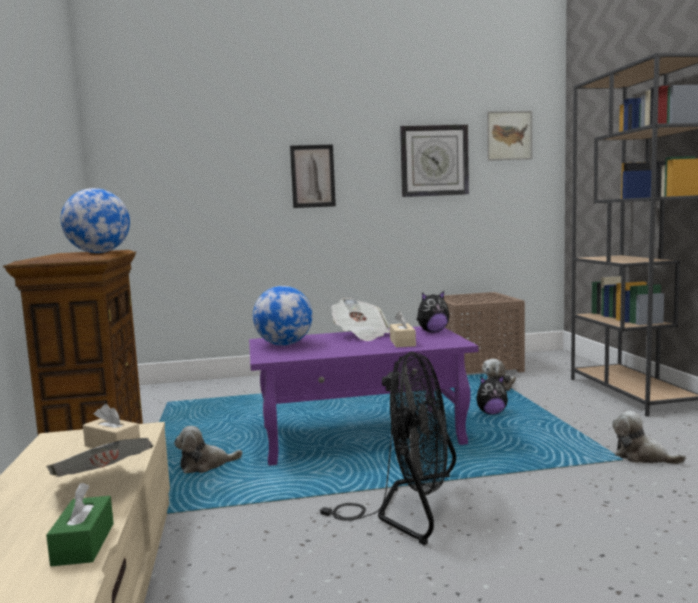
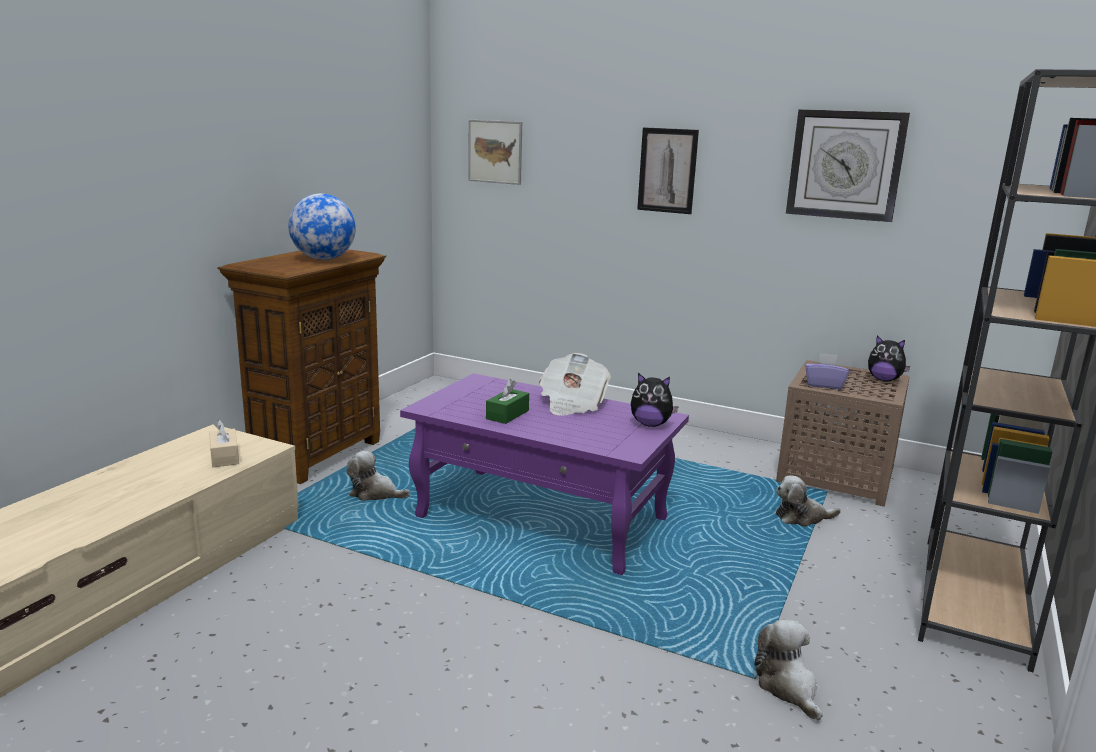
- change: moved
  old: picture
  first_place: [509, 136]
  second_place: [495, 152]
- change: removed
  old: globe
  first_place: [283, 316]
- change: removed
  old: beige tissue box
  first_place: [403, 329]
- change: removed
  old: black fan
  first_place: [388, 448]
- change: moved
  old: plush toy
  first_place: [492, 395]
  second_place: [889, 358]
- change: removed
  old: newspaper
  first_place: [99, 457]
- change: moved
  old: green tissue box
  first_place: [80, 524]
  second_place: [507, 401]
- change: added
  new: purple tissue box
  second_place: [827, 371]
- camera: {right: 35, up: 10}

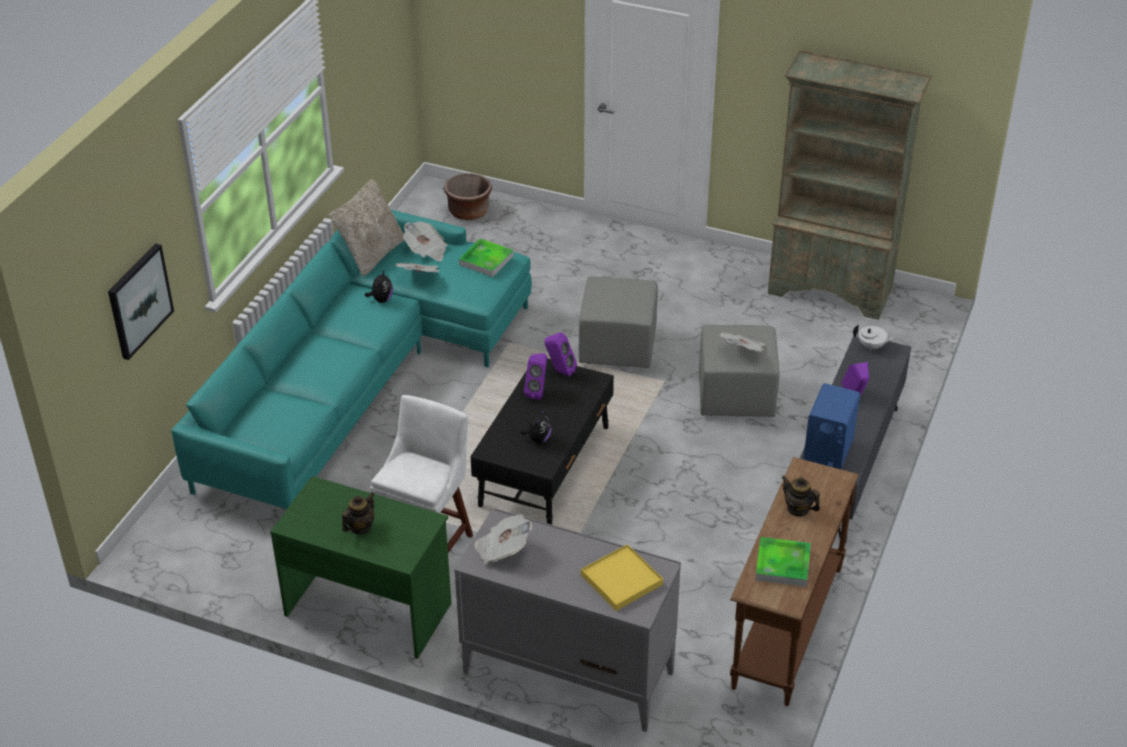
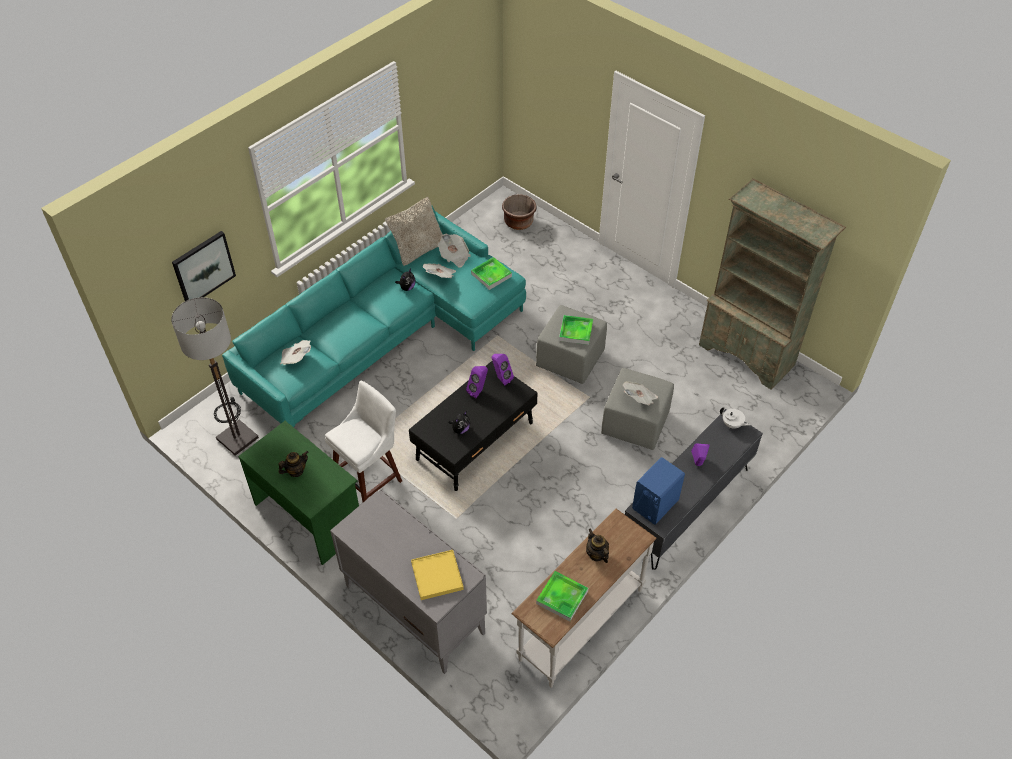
- change: recoloured
  old: brown console table
  new: white console table
  first_place: [794, 581]
  second_place: [584, 598]
- change: moved
  old: newspaper
  first_place: [503, 539]
  second_place: [295, 352]
- change: added
  new: floor lamp
  second_place: [215, 376]
- change: added
  new: tray
  second_place: [576, 330]
- camera: {right: 20, up: 10}

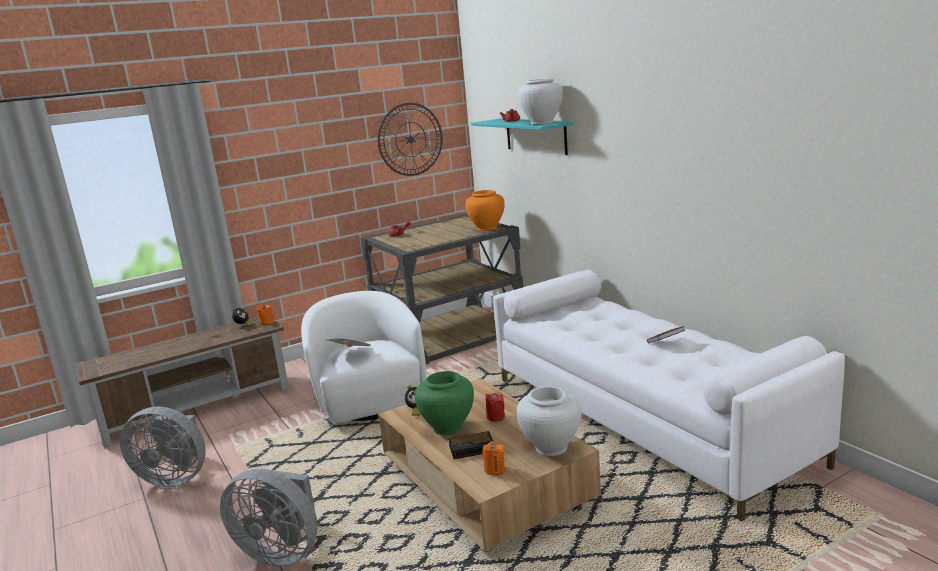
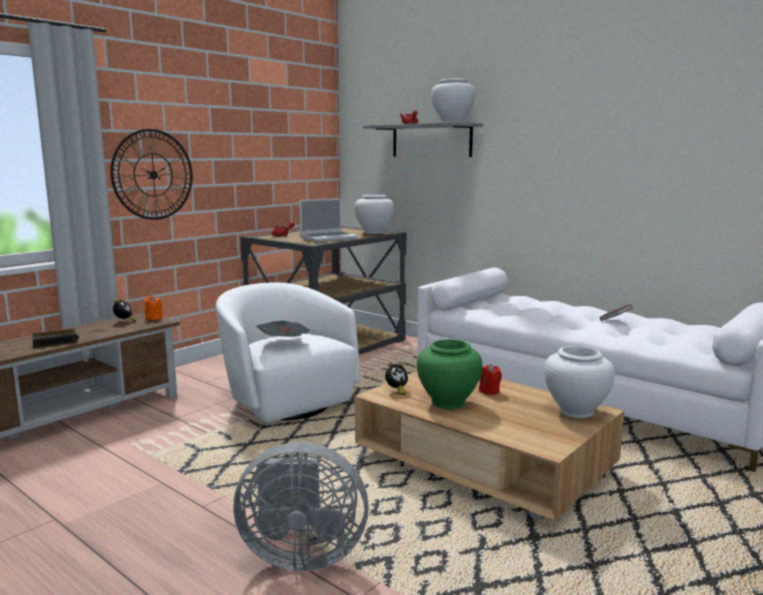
- change: moved
  old: wall clock
  first_place: [410, 139]
  second_place: [151, 174]
- change: recoloured
  old: turquoise shelf
  new: grey shelf
  first_place: [522, 136]
  second_place: [423, 139]
- change: recoloured
  old: orange vase
  new: white vase
  first_place: [485, 210]
  second_place: [374, 214]
- change: removed
  old: grey fan
  first_place: [163, 447]
- change: moved
  old: alarm clock
  first_place: [471, 445]
  second_place: [55, 338]
- change: removed
  old: orange candle
  first_place: [493, 458]
- change: added
  new: laptop
  second_place: [328, 220]
- camera: {right: -20, up: -5}

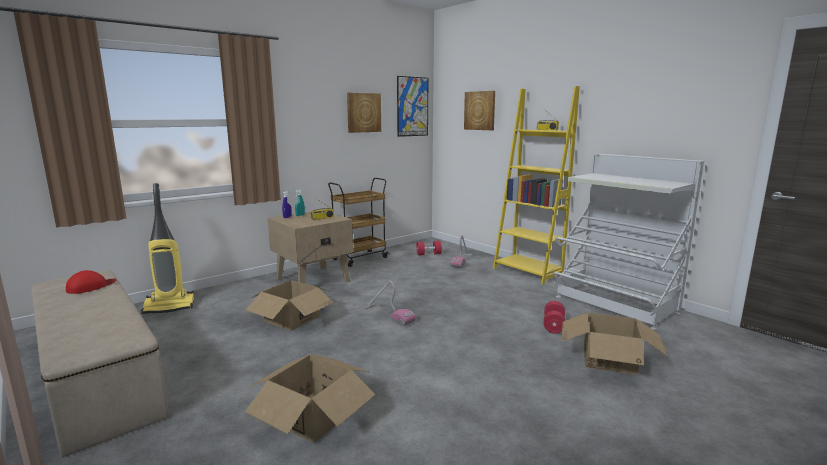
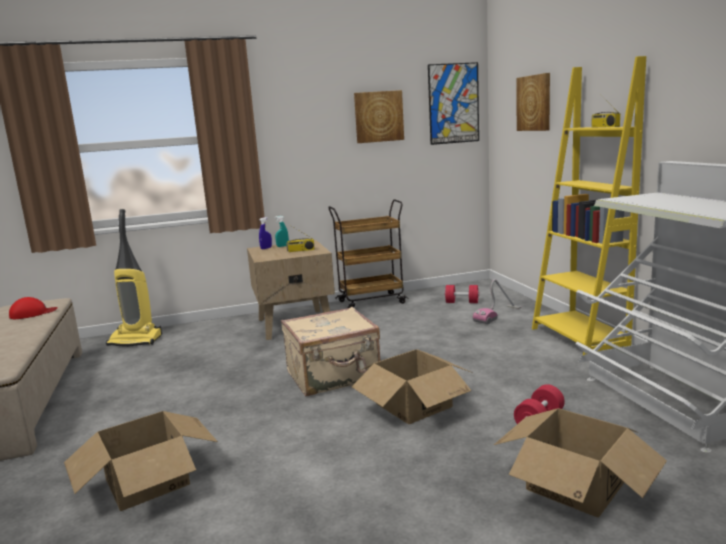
- change: moved
  old: cardboard box
  first_place: [289, 305]
  second_place: [412, 386]
- change: replaced
  old: vacuum cleaner
  new: beige suitcase
  first_place: [388, 303]
  second_place: [331, 351]
- camera: {right: 25, up: 0}

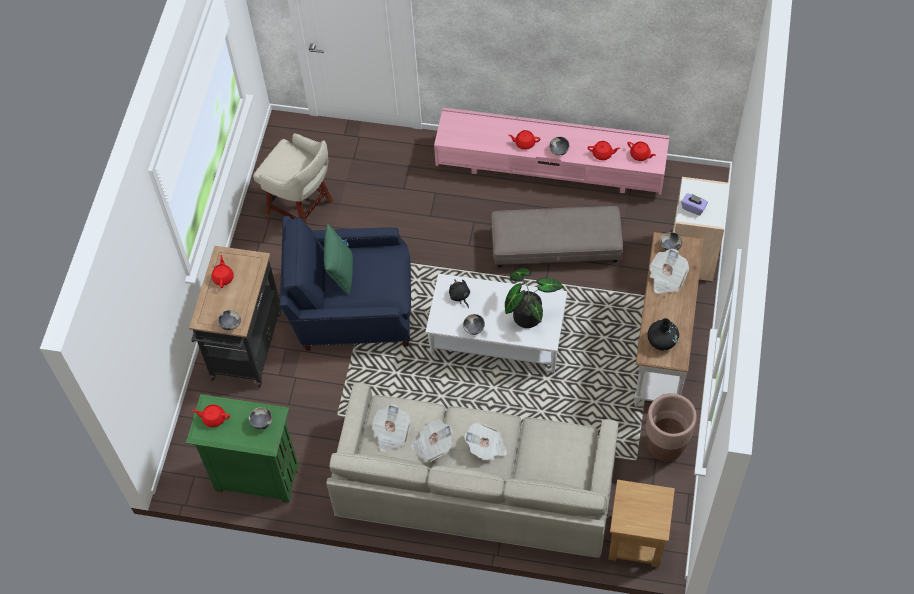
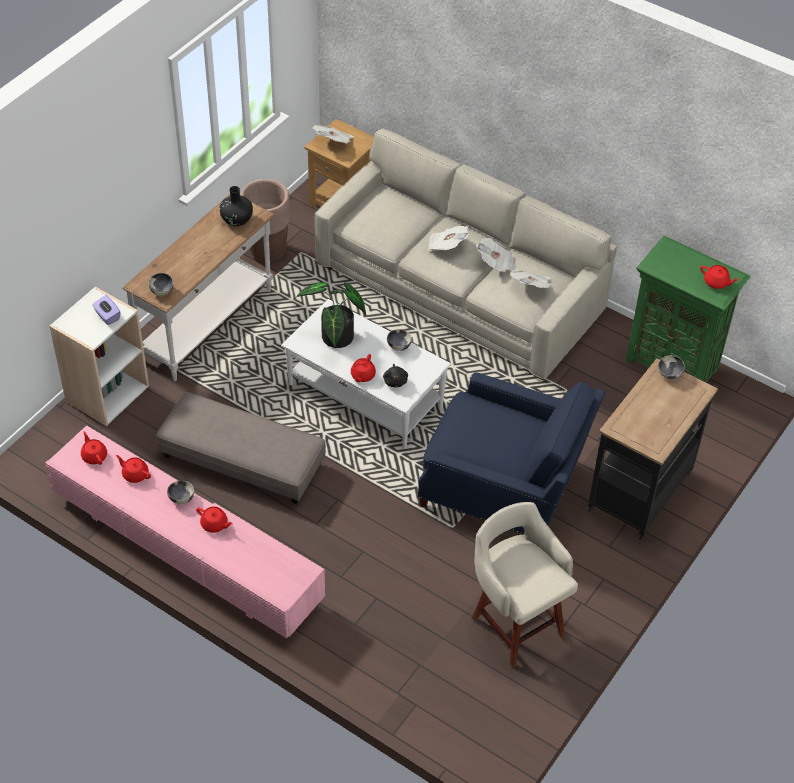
- change: removed
  old: green pillow
  first_place: [338, 259]
- change: moved
  old: newspaper
  first_place: [669, 271]
  second_place: [333, 134]
- change: moved
  old: red teapot
  first_place: [222, 271]
  second_place: [363, 368]
- change: removed
  old: bowl
  first_place: [260, 418]
- camera: {right: -160, up: -10}

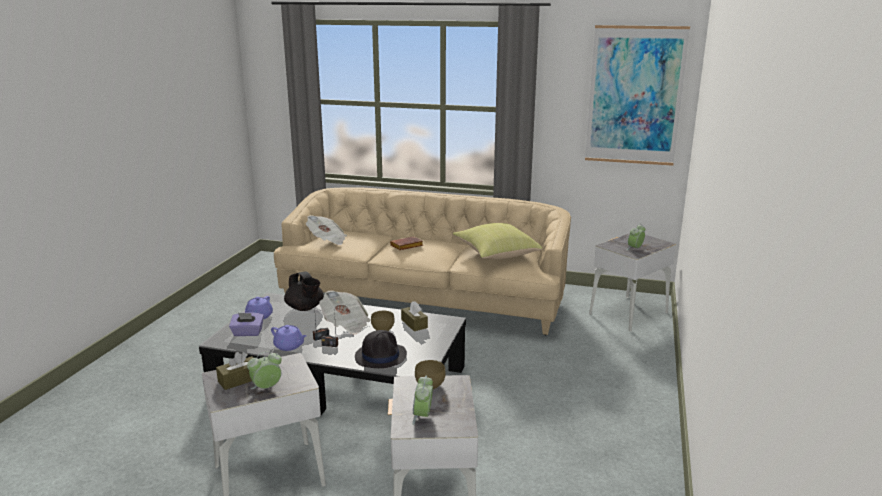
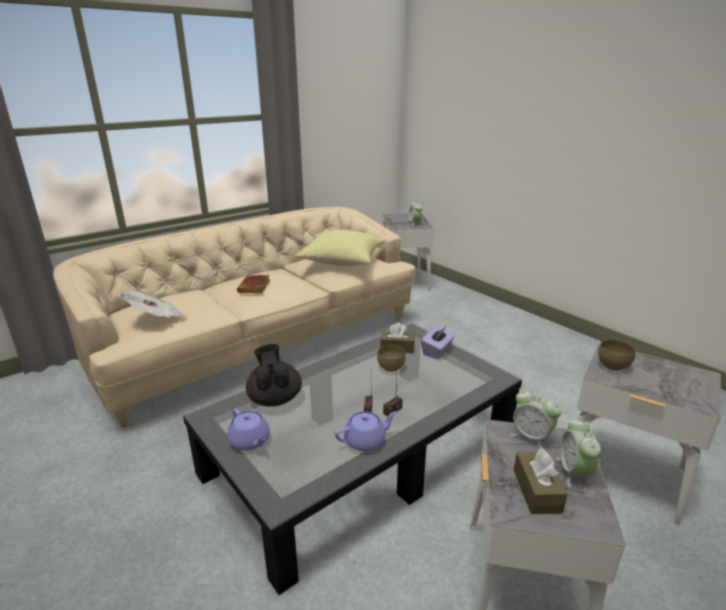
- change: removed
  old: picture
  first_place: [637, 95]
- change: turned
  old: black teapot
  first_place: [304, 291]
  second_place: [274, 375]
  degrees: -105
- change: removed
  old: newspaper
  first_place: [345, 312]
- change: moved
  old: purple tissue box
  first_place: [246, 324]
  second_place: [438, 342]
- change: removed
  old: black hat
  first_place: [381, 349]
- change: moved
  old: alarm clock
  first_place: [422, 400]
  second_place: [536, 420]
- camera: {right: -55, up: 5}

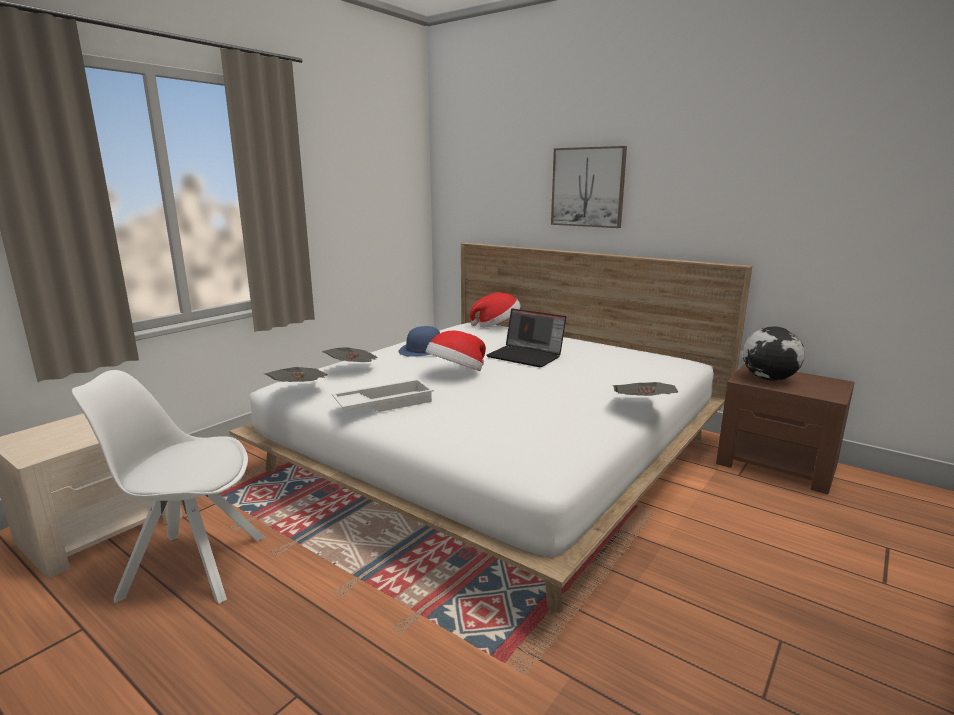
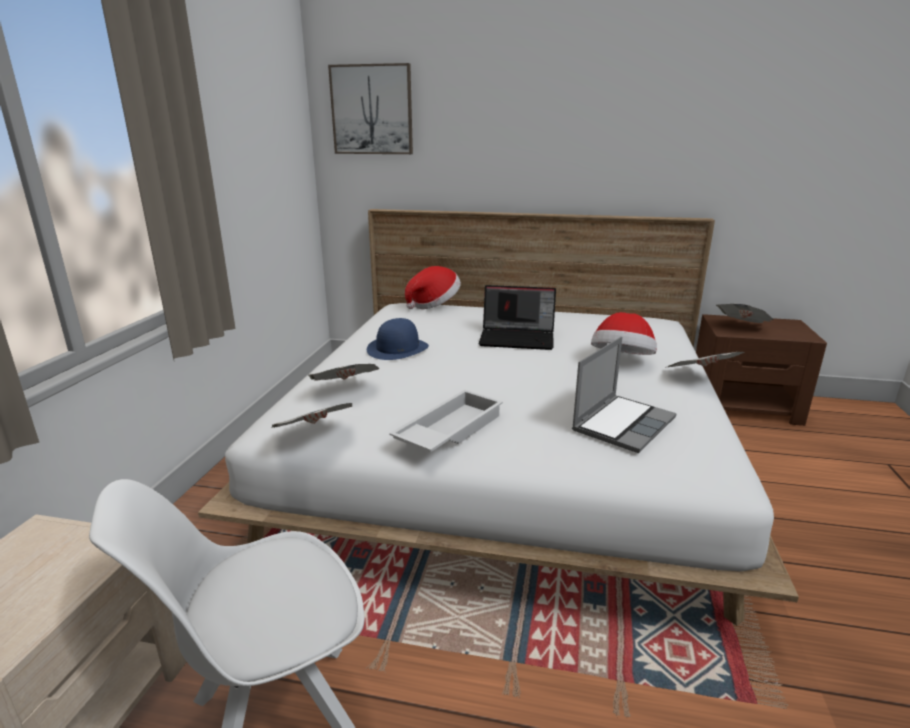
- change: moved
  old: picture
  first_place: [589, 187]
  second_place: [370, 108]
- change: replaced
  old: globe
  new: newspaper
  first_place: [774, 354]
  second_place: [744, 313]
- change: moved
  old: hat
  first_place: [455, 350]
  second_place: [624, 333]
- change: added
  new: laptop
  second_place: [624, 395]
- camera: {right: -25, up: 5}

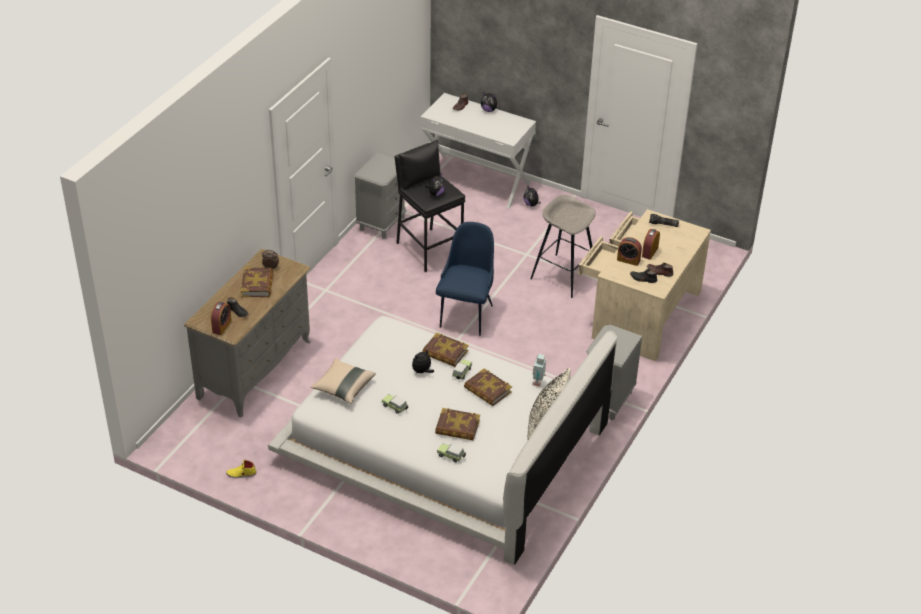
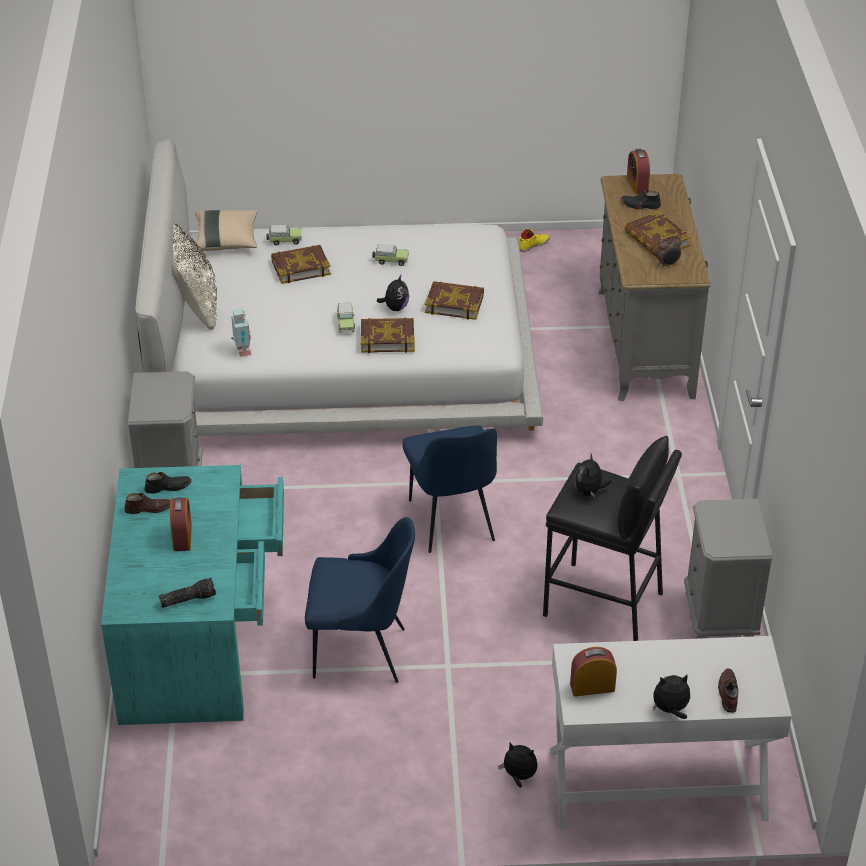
- change: replaced
  old: grey stool
  new: blue chair
  first_place: [563, 246]
  second_place: [360, 600]
- change: recoloured
  old: beige desk
  new: turquoise desk
  first_place: [644, 285]
  second_place: [192, 595]
- change: moved
  old: alarm clock
  first_place: [629, 251]
  second_place: [593, 672]
- change: moved
  old: beige pillow
  first_place: [343, 381]
  second_place: [226, 230]
- change: moved
  old: book
  first_place: [488, 387]
  second_place: [454, 300]
- camera: {right: 150, up: 0}

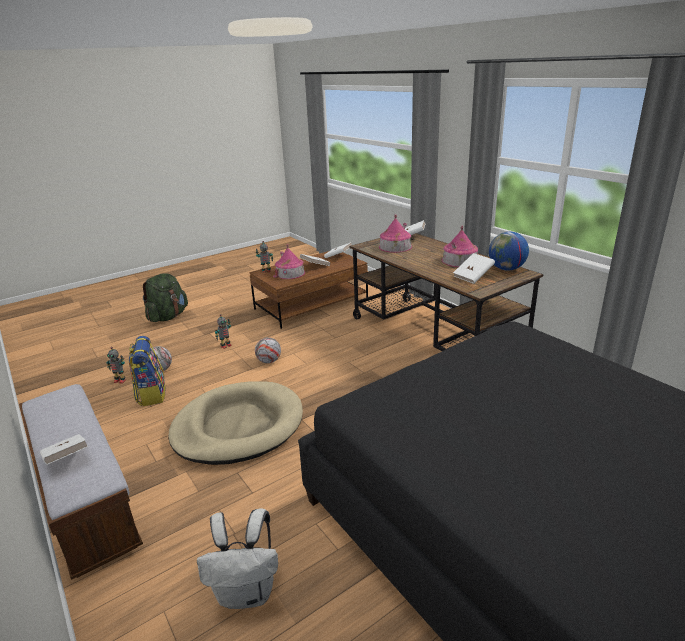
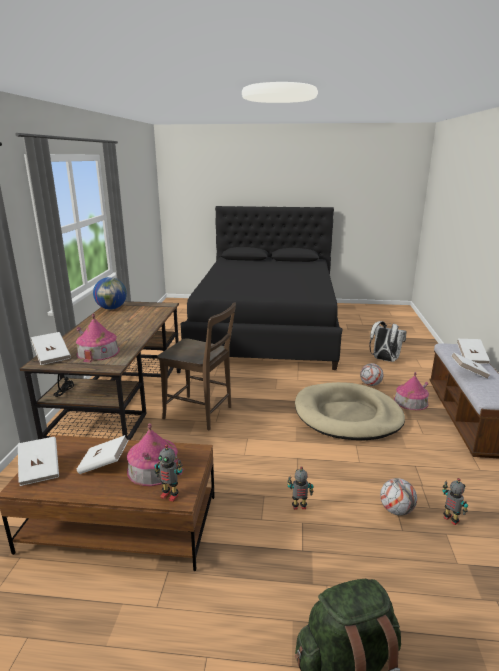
- change: moved
  old: toy house
  first_place: [460, 246]
  second_place: [411, 391]
- change: moved
  old: white book
  first_place: [474, 268]
  second_place: [470, 366]
- change: removed
  old: backpack
  first_place: [147, 371]
- change: moved
  old: football
  first_place: [268, 350]
  second_place: [371, 374]
- change: added
  new: brown chair
  second_place: [196, 366]
- camera: {right: -140, up: -5}

